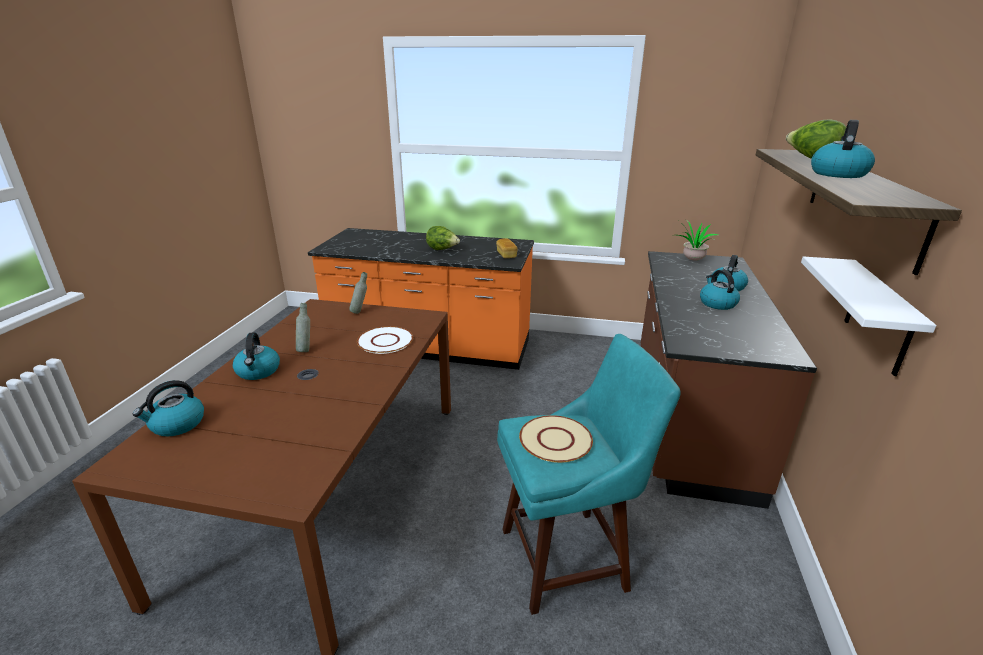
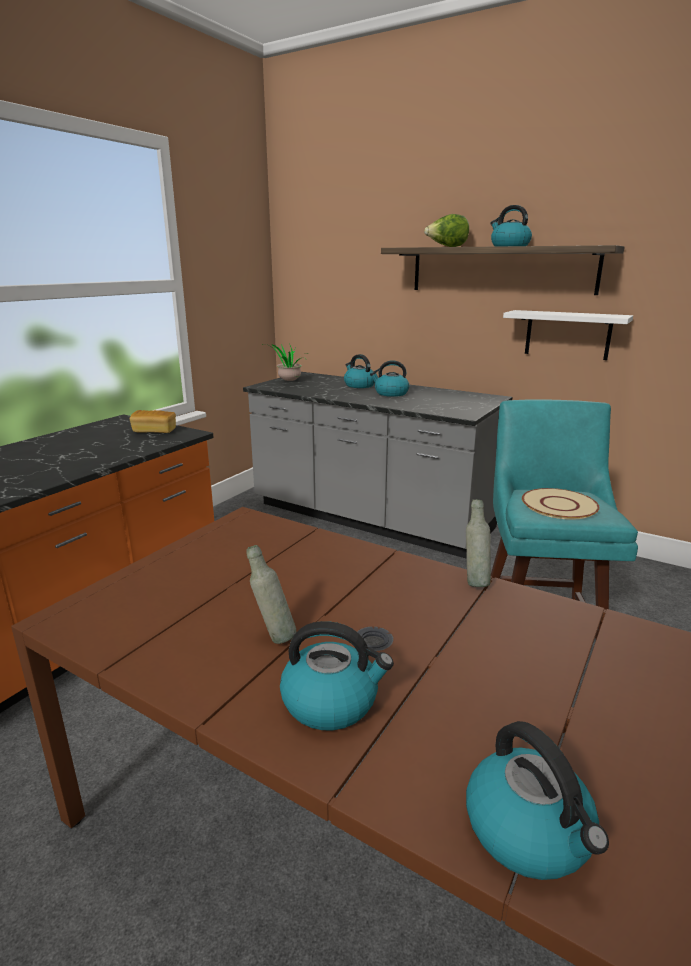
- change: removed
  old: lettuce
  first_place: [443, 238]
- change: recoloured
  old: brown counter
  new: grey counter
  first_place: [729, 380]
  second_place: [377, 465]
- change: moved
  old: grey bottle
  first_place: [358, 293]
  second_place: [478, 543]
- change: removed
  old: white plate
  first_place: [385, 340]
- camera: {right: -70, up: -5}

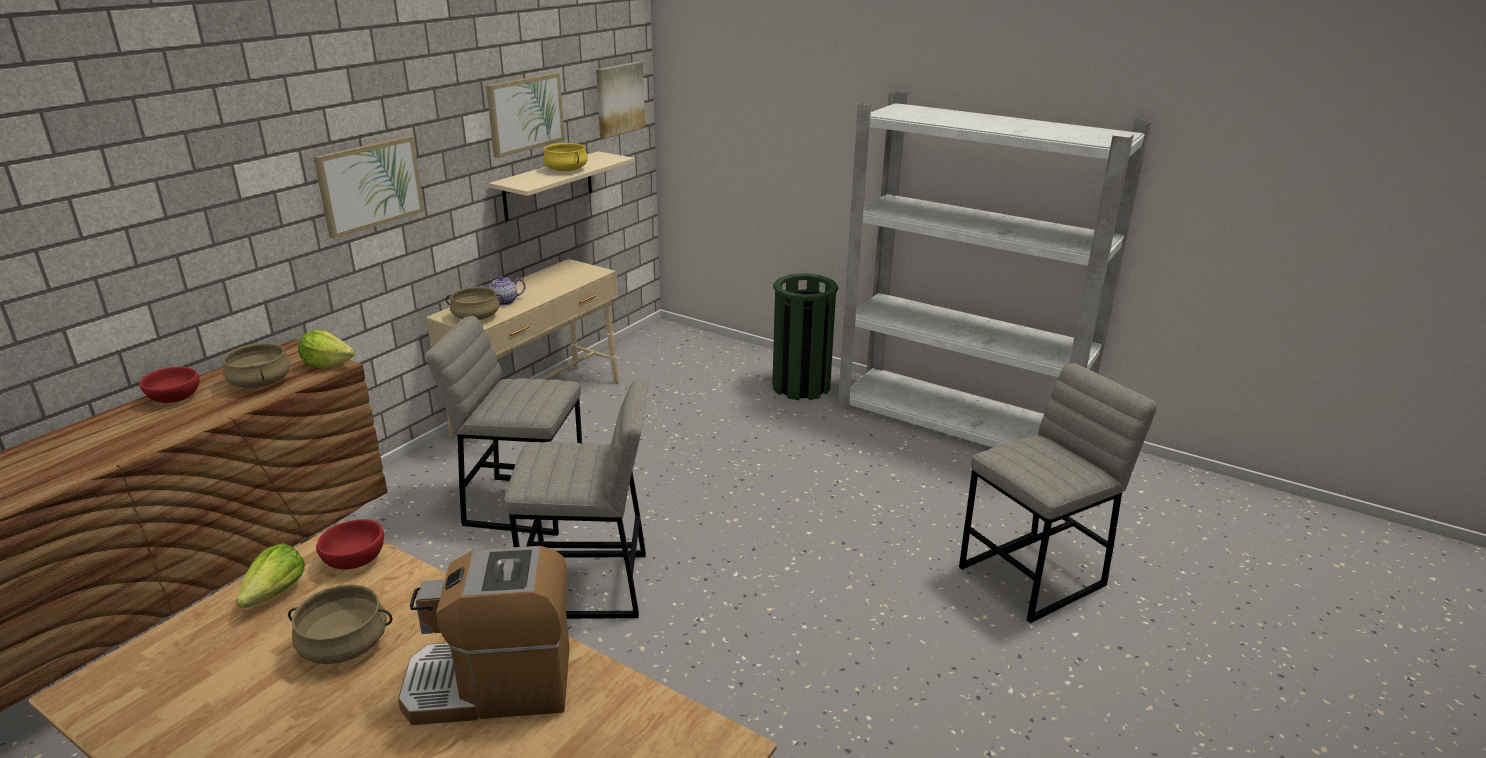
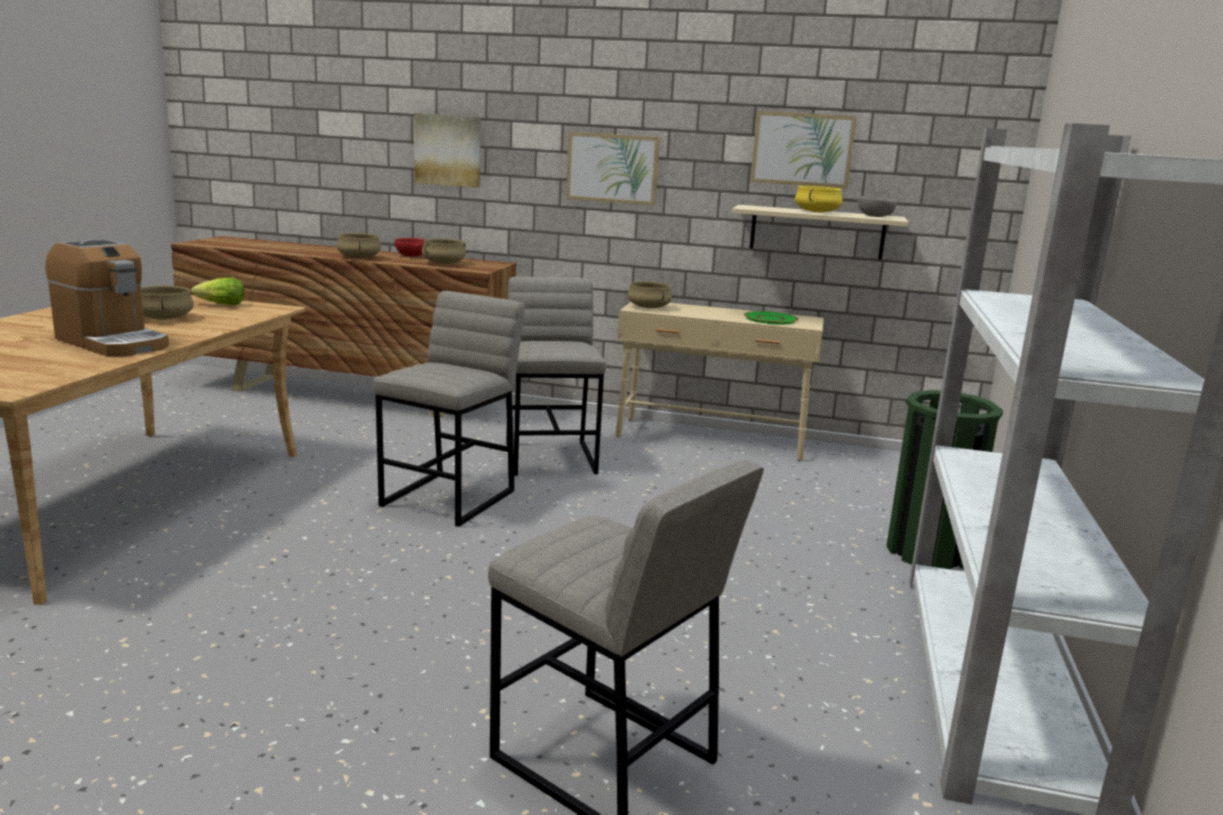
- change: moved
  old: picture
  first_place: [620, 100]
  second_place: [447, 150]
- change: removed
  old: teapot
  first_place: [502, 291]
- change: removed
  old: lettuce
  first_place: [326, 349]
- change: turned
  old: grey chair
  first_place: [576, 498]
  second_place: [449, 409]
  degrees: -135
- change: removed
  old: red bowl
  first_place: [350, 544]
- change: turned
  old: coffee machine
  first_place: [484, 635]
  second_place: [107, 298]
  degrees: 150
- change: added
  new: grey bowl
  second_place: [877, 206]
- change: added
  new: beige cooking pot
  second_place: [359, 245]
- change: added
  new: green plate
  second_place: [771, 318]
- camera: {right: 70, up: -10}

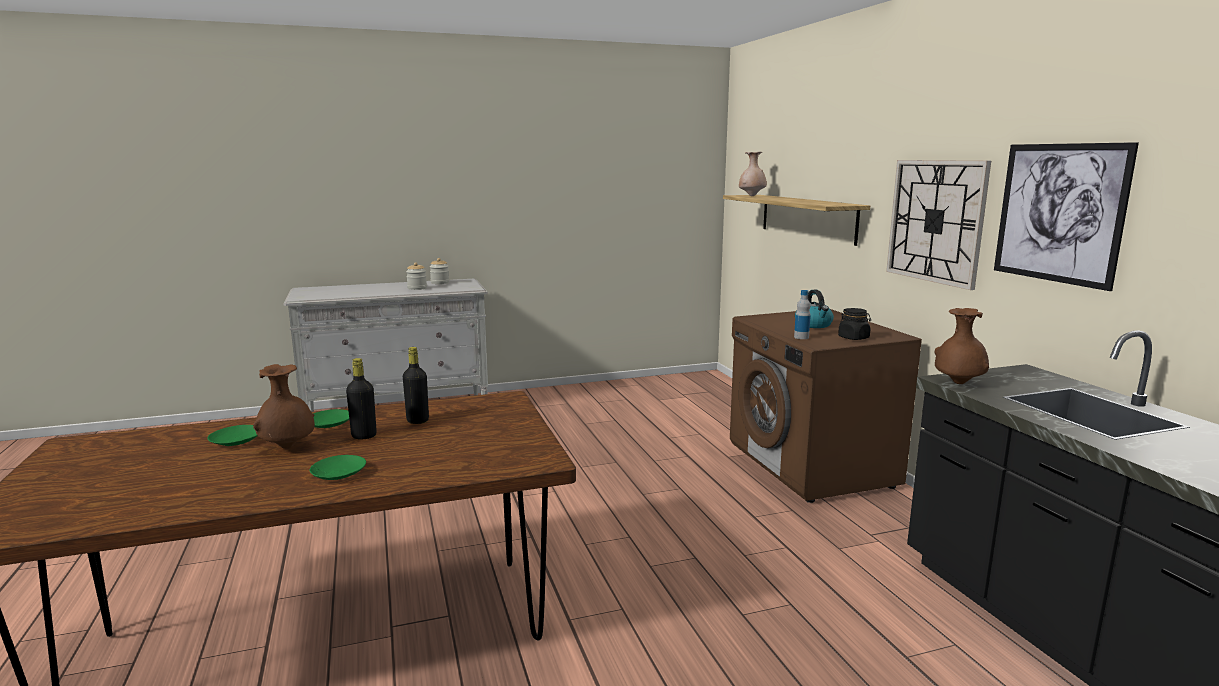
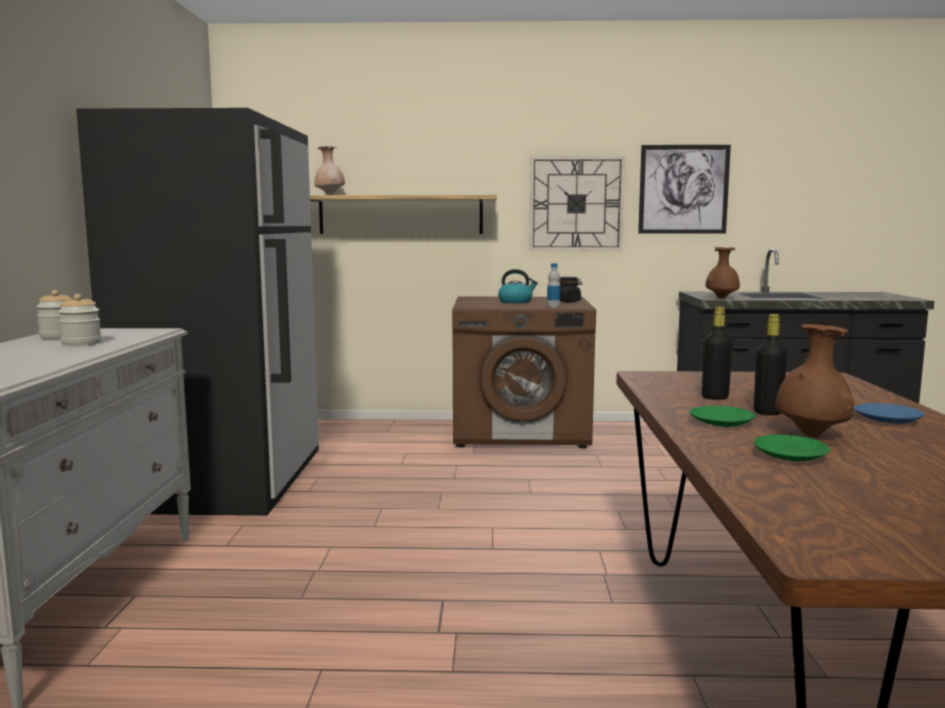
- change: recoloured
  old: green plate
  new: blue plate
  first_place: [338, 467]
  second_place: [889, 413]
- change: added
  new: black fridge
  second_place: [197, 312]
- camera: {right: -70, up: -5}

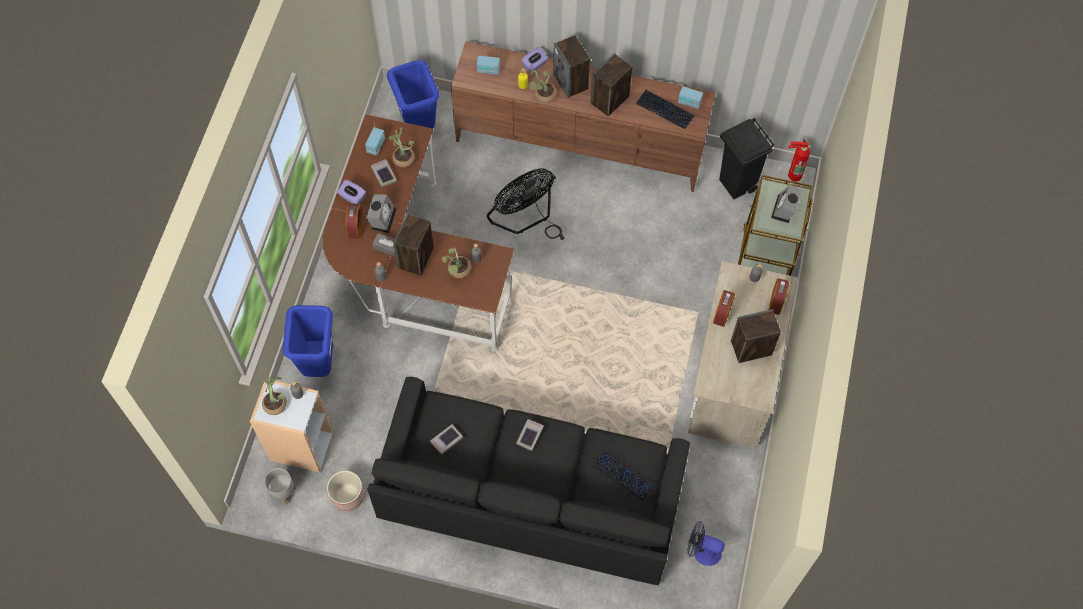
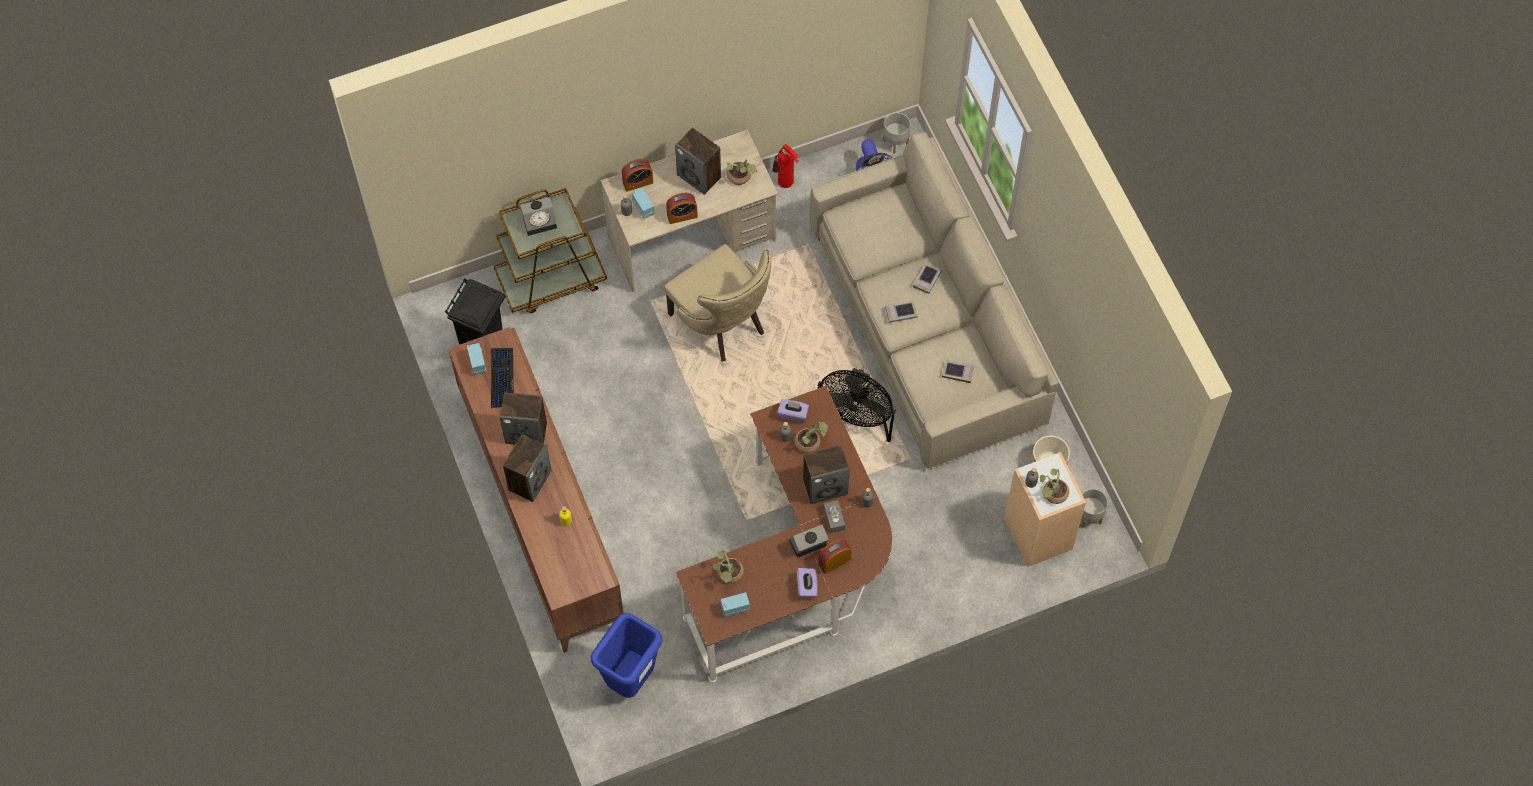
- change: moved
  old: purple tissue box
  first_place: [534, 59]
  second_place: [793, 411]
- change: moved
  old: radio
  first_place: [488, 64]
  second_place: [643, 202]
- change: moved
  old: potted plant
  first_place: [542, 86]
  second_place: [742, 172]
- change: moved
  old: fire extinguisher
  first_place: [799, 160]
  second_place: [785, 166]
- change: moved
  old: book
  first_place: [384, 173]
  second_place: [927, 278]
- change: moved
  old: black fan
  first_place: [525, 204]
  second_place: [856, 405]
- change: removed
  old: blue trash can
  first_place: [308, 341]
- change: recoloured
  old: black sofa
  new: beige sofa
  first_place: [528, 481]
  second_place: [934, 301]
- change: removed
  old: keyboard
  first_place: [624, 475]
- change: added
  new: grey planter
  second_place: [896, 133]
- change: added
  new: beige chair
  second_place: [717, 303]
- camera: {right: -125, up: 0}

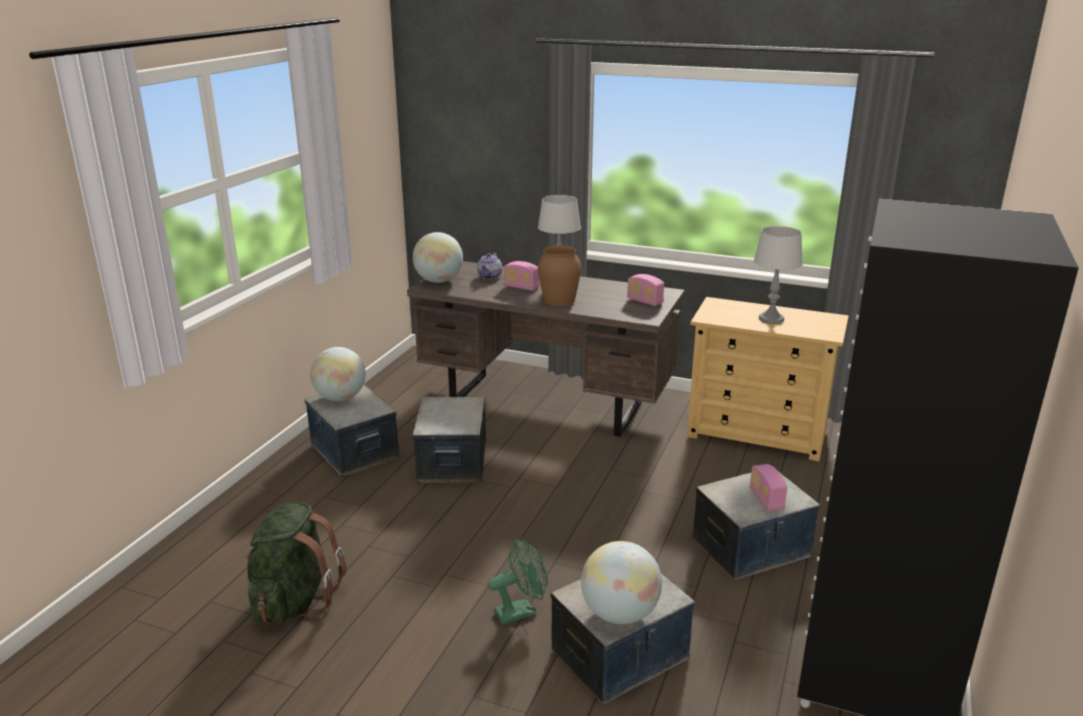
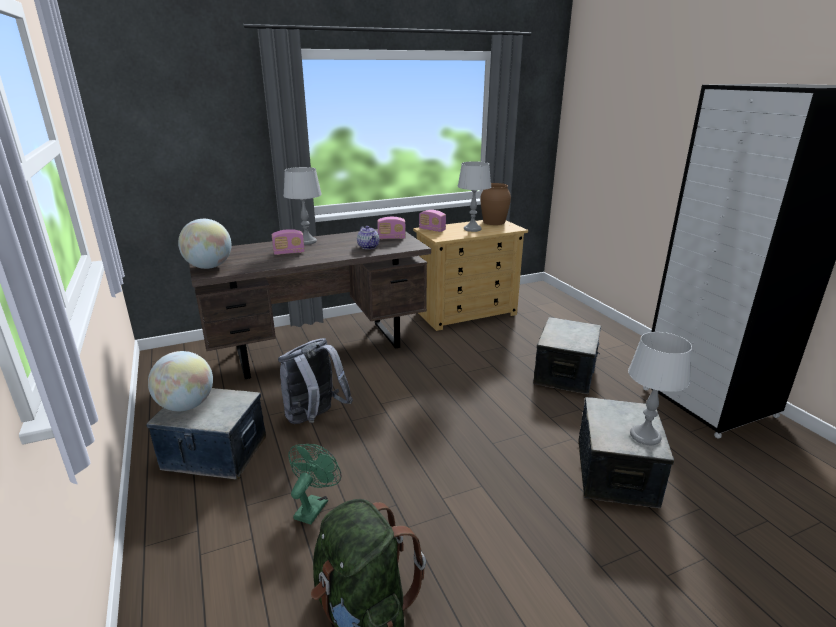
- change: moved
  old: brown vase
  first_place: [559, 275]
  second_place: [495, 204]
- change: moved
  old: teapot
  first_place: [489, 266]
  second_place: [368, 237]
- change: replaced
  old: storage box
  new: grey backpack
  first_place: [449, 440]
  second_place: [315, 381]
- change: moved
  old: radio
  first_place: [768, 487]
  second_place: [432, 221]
- change: moved
  old: green fan
  first_place: [518, 582]
  second_place: [314, 484]
- change: replaced
  old: globe
  new: grey table lamp
  first_place: [621, 582]
  second_place: [660, 388]
- camera: {right: -45, up: 0}

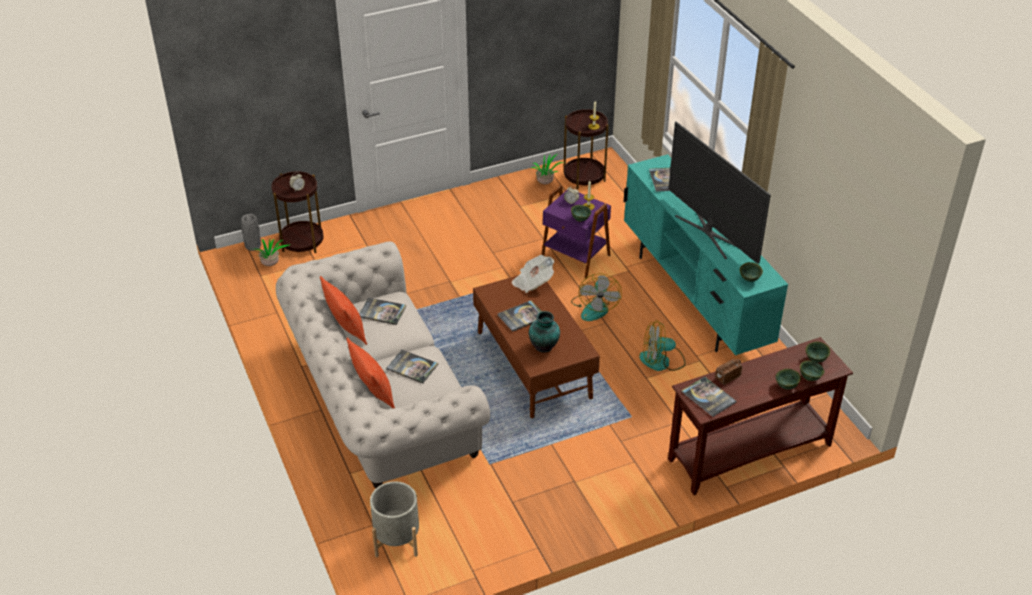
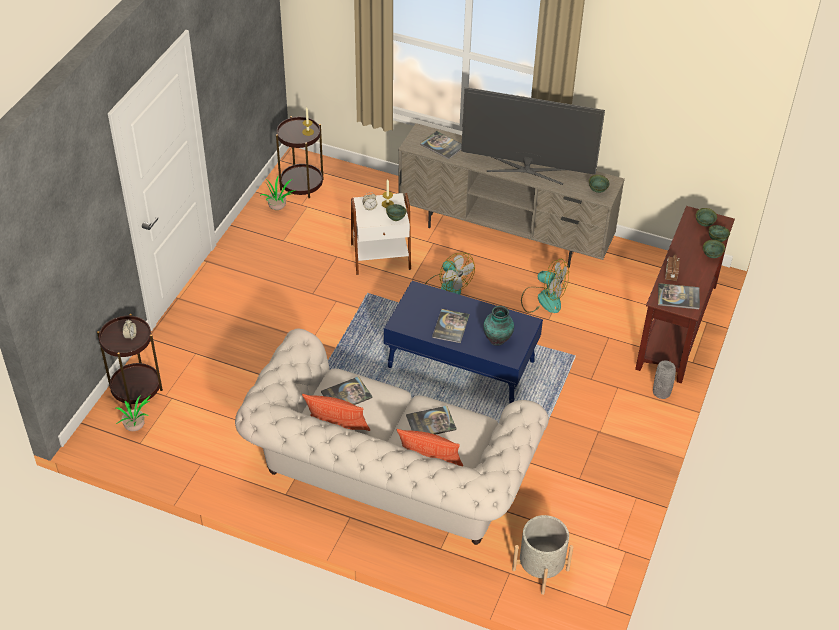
- change: recoloured
  old: turquoise tv stand
  new: beige tv stand
  first_place: [706, 254]
  second_place: [511, 195]
- change: recoloured
  old: purple side table
  new: white side table
  first_place: [576, 231]
  second_place: [381, 234]
- change: moved
  old: grey vase
  first_place: [251, 232]
  second_place: [664, 380]
- change: removed
  old: newspaper
  first_place: [533, 274]
- change: recoloured
  old: brown coffee table
  new: blue coffee table
  first_place: [536, 347]
  second_place: [463, 342]
- change: turned
  old: fan
  first_place: [662, 345]
  second_place: [545, 286]
  degrees: -105
- camera: {right: -45, up: 5}

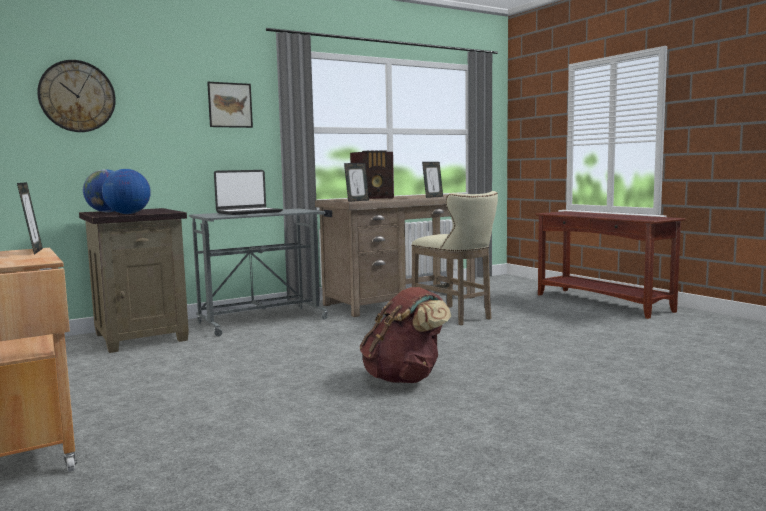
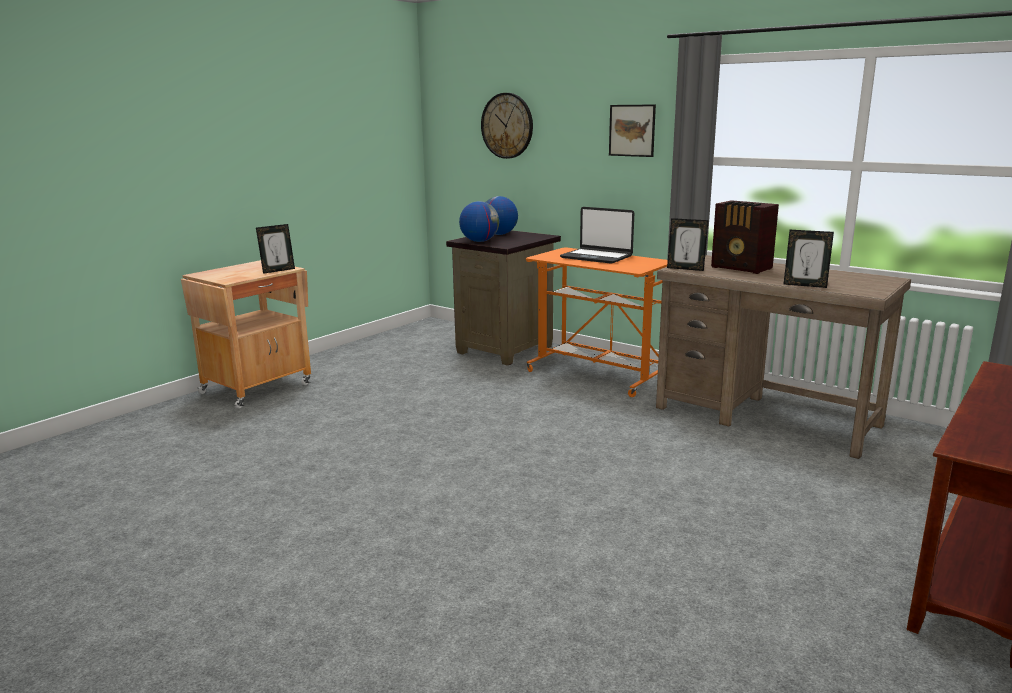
- change: removed
  old: beige stool
  first_place: [454, 258]
- change: recoloured
  old: grey desk
  new: orange desk
  first_place: [258, 272]
  second_place: [597, 322]
- change: removed
  old: brown backpack
  first_place: [405, 335]
- camera: {right: 70, up: 10}

